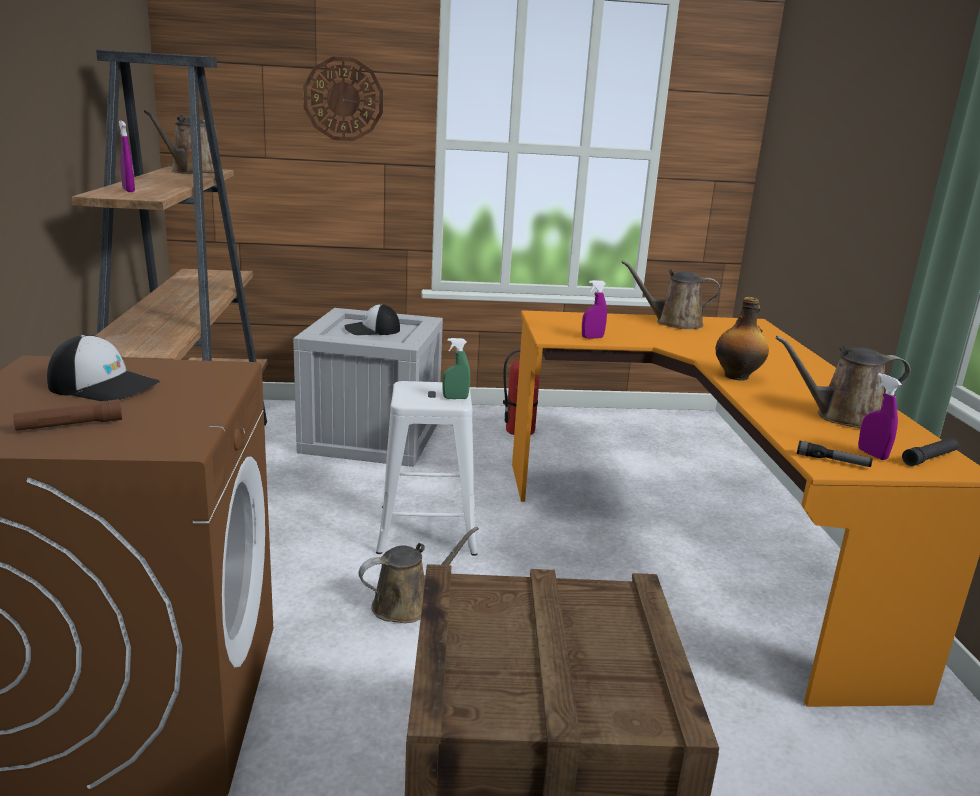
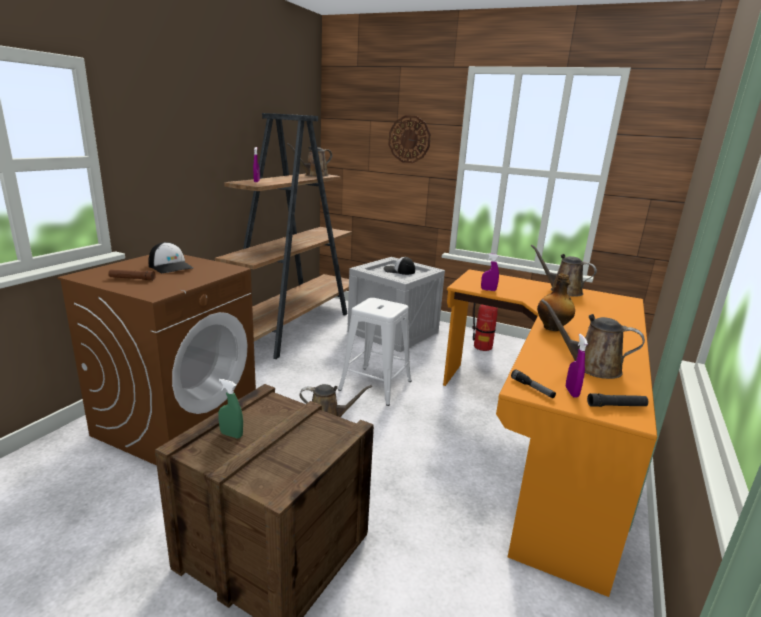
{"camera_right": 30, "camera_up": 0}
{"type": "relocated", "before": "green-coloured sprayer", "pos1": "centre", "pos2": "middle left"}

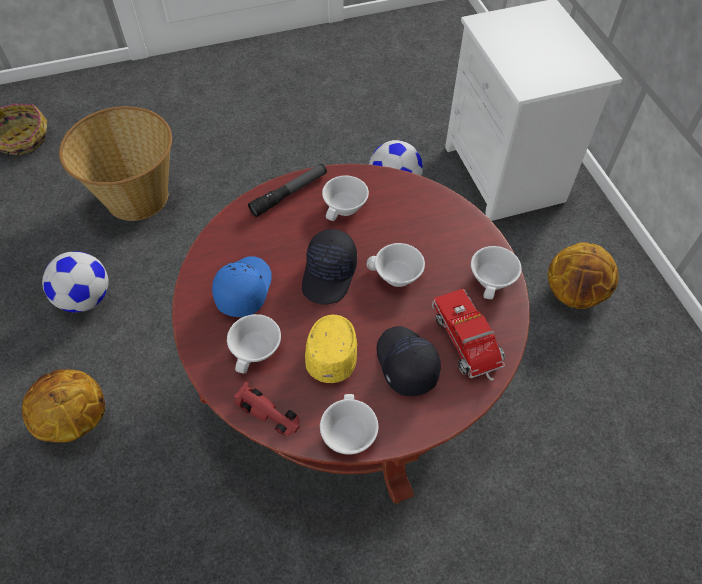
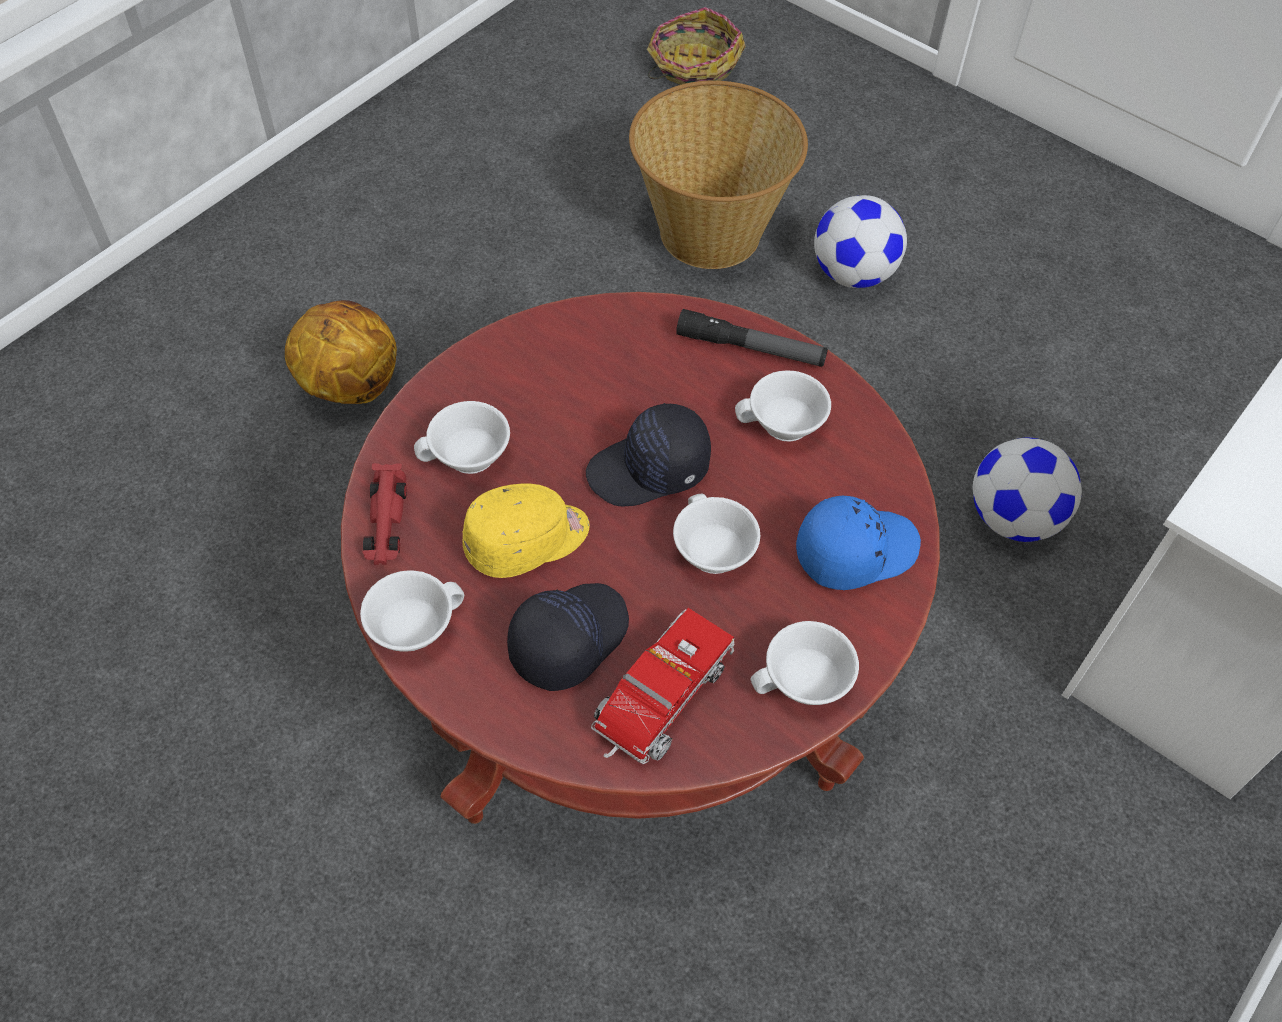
{"camera_right": 55, "camera_up": 0}
{"type": "relocated", "before": "football ball (no. 1 from left)", "pos1": "middle left", "pos2": "top right"}
{"type": "relocated", "before": "blue baseball cap", "pos1": "centre", "pos2": "middle right"}
{"type": "missing", "before": "basketball (no. 2 from left)", "pos1": "middle right"}

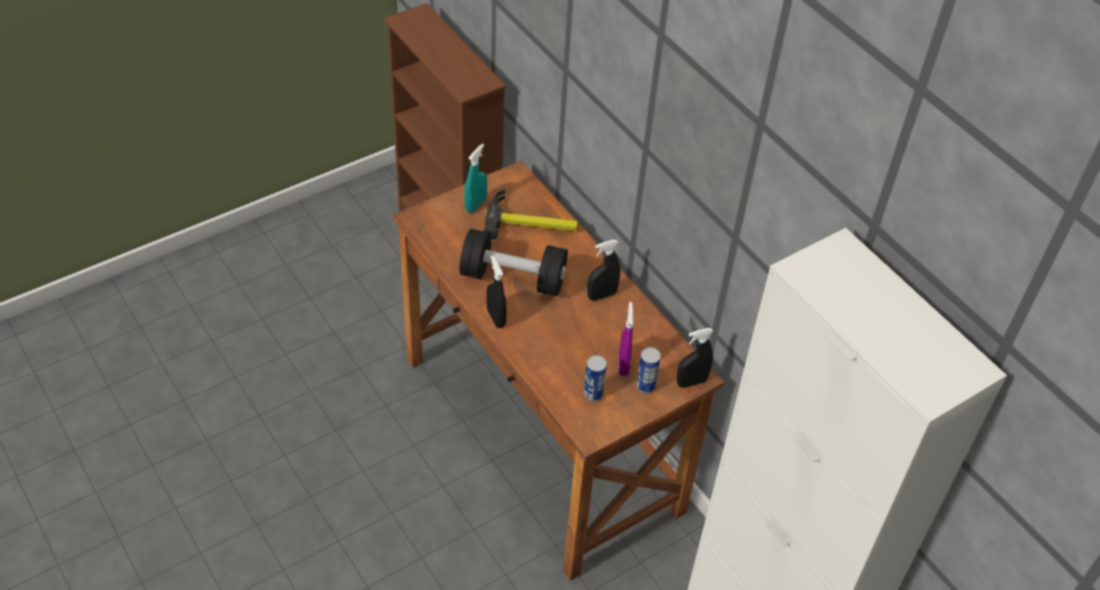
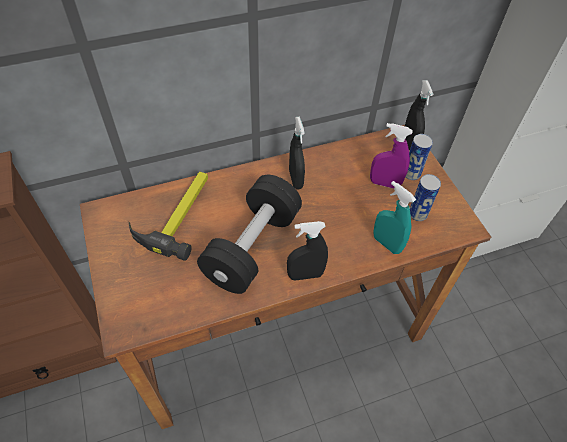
{"camera_right": -75, "camera_up": 5}
{"type": "relocated", "before": "turquoise sprayer", "pos1": "top centre", "pos2": "middle right"}

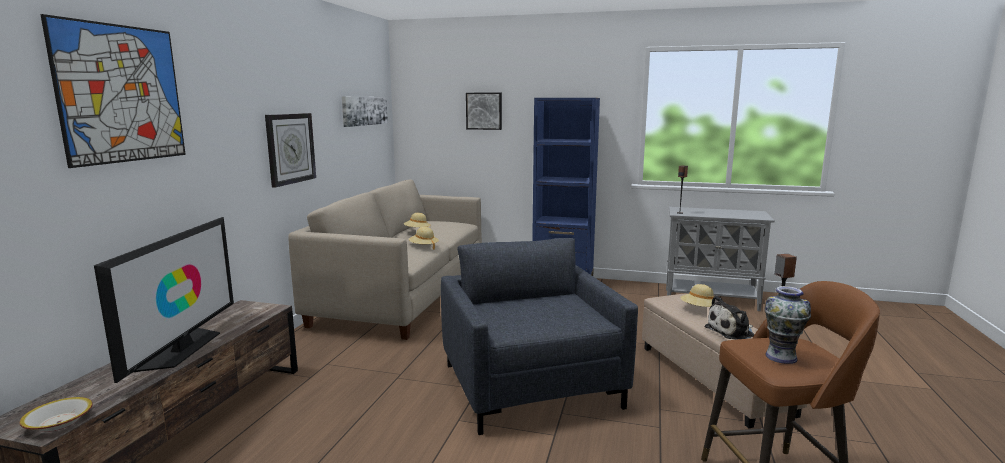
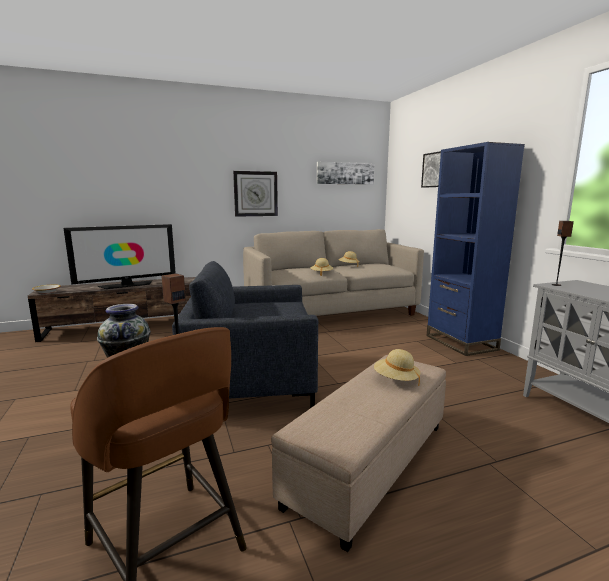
{"camera_right": 55, "camera_up": 0}
{"type": "missing", "before": "picture (no. 1 from left)", "pos1": "top left"}
{"type": "spun", "before": "gray easy chair", "pos1": "bottom centre", "pos2": "centre", "turn": -135}
{"type": "missing", "before": "soft toy", "pos1": "bottom right"}

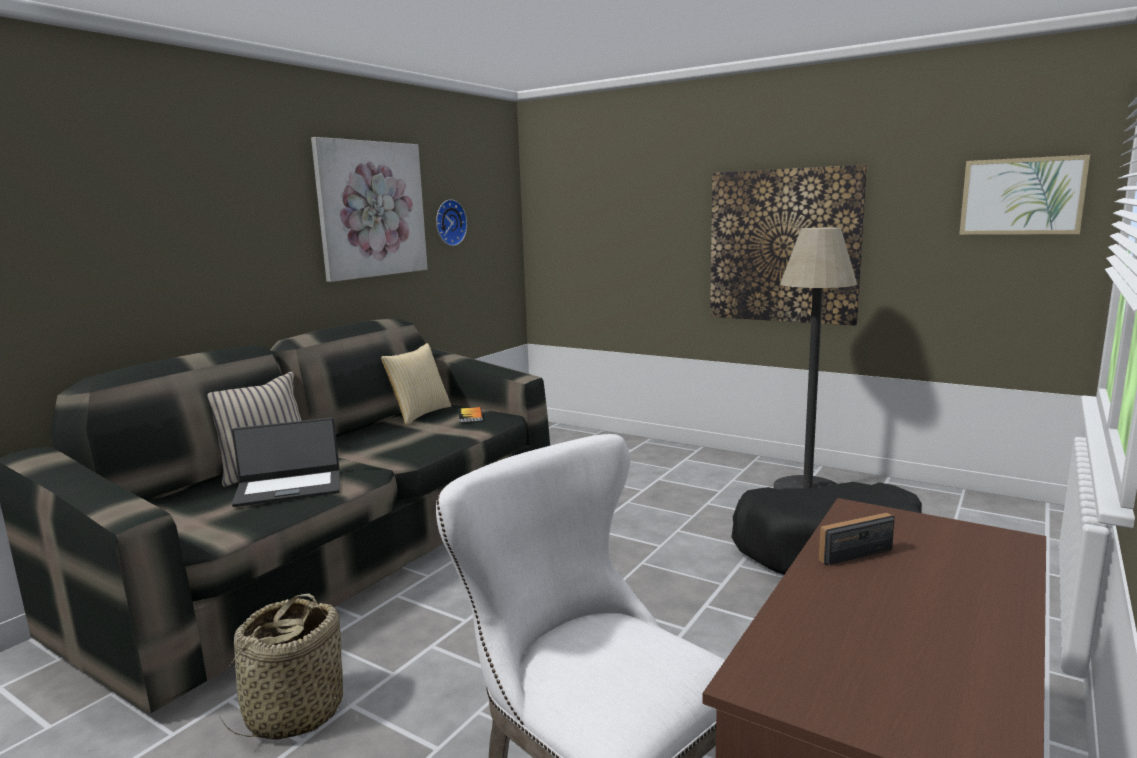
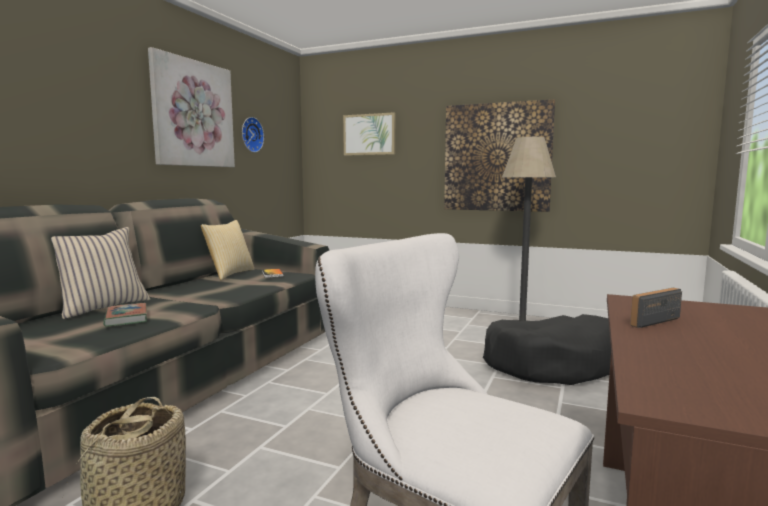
{"camera_right": -10, "camera_up": -5}
{"type": "exchanged", "before": "laptop", "after": "bound book (no. 1 from left)", "pos1": "middle left", "pos2": "middle left"}
{"type": "relocated", "before": "picture (no. 3 from left in the first image)", "after": "picture (no. 2 from left)", "pos1": "top right", "pos2": "top centre"}

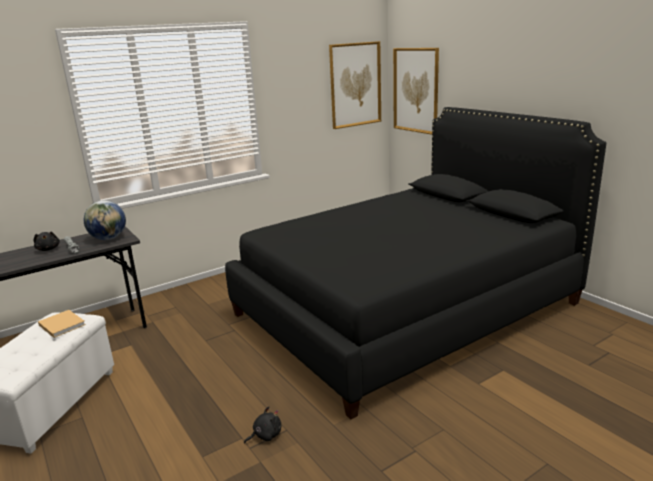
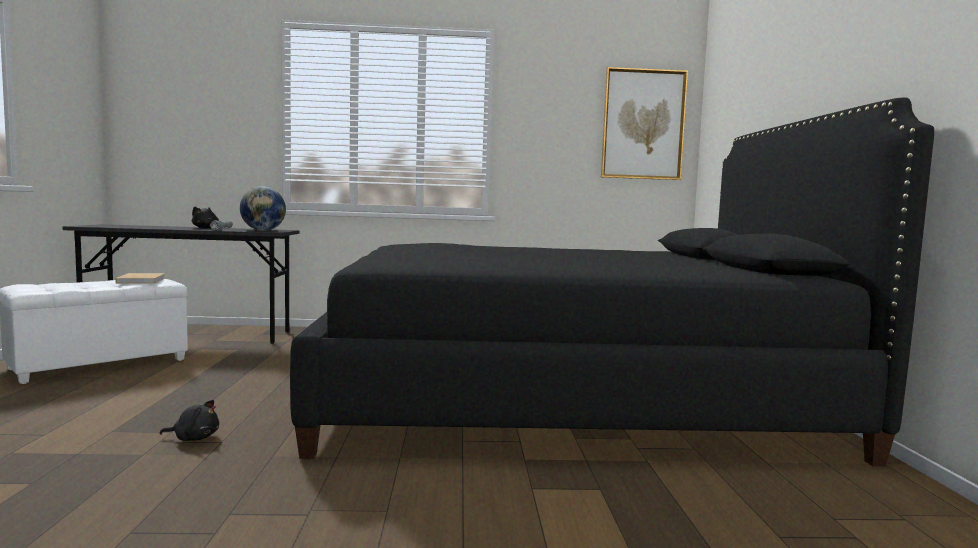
{"camera_right": 30, "camera_up": -15}
{"type": "missing", "before": "picture (no. 2 from left)", "pos1": "top centre"}

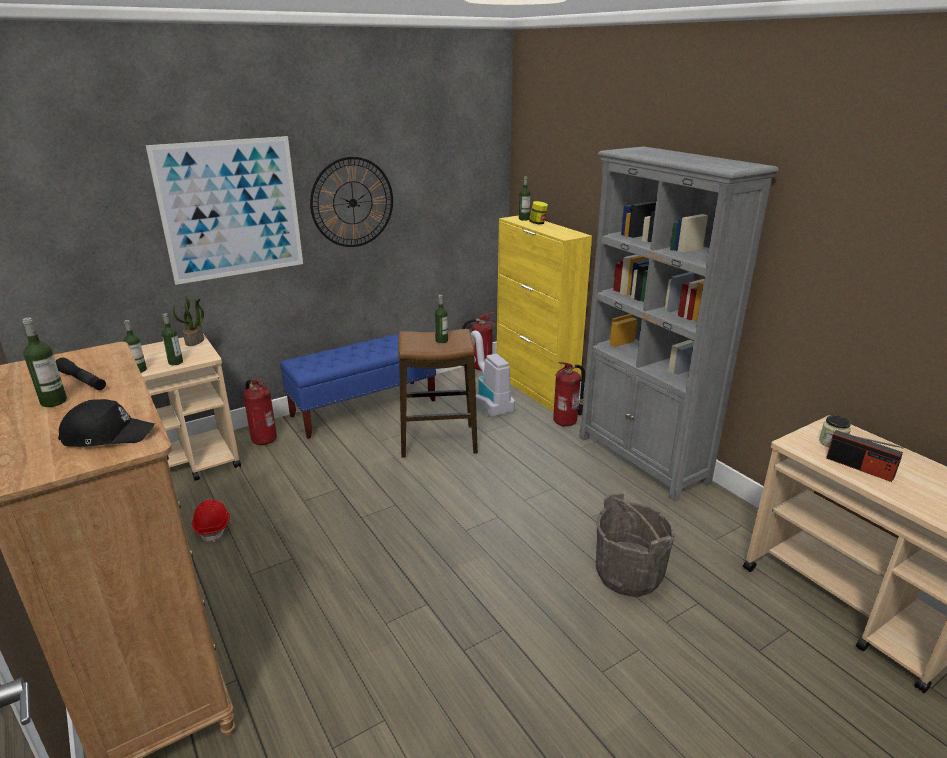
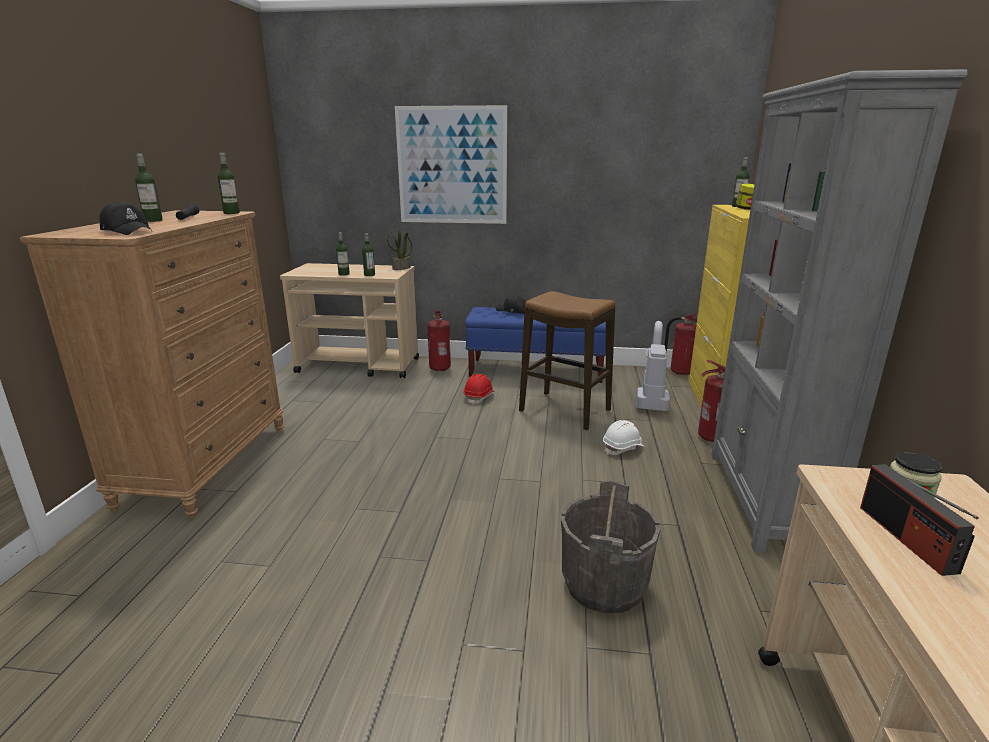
{"camera_right": 40, "camera_up": -5}
{"type": "relocated", "before": "red-coloured safety helmet", "pos1": "bottom left", "pos2": "centre"}
{"type": "missing", "before": "clock on the wall", "pos1": "top centre"}
{"type": "relocated", "before": "beverage bottle (no. 4 from left in the first image)", "after": "beverage bottle (no. 2 from left)", "pos1": "centre", "pos2": "top left"}
{"type": "appeared", "after": "black baseball cap (no. 2 from left)", "pos2": "centre"}
{"type": "appeared", "after": "whitish safety helmet", "pos2": "centre"}

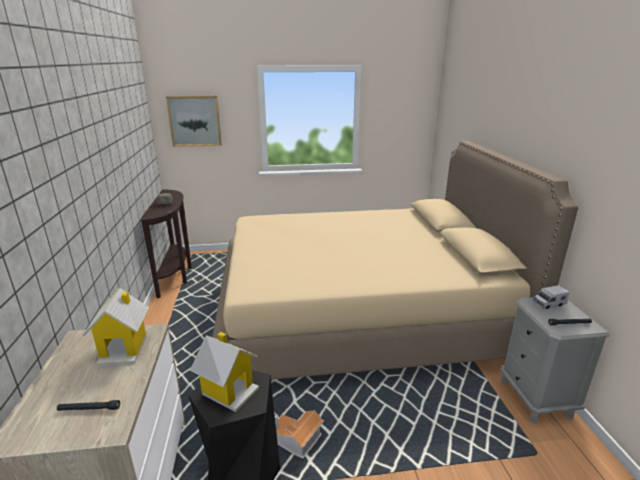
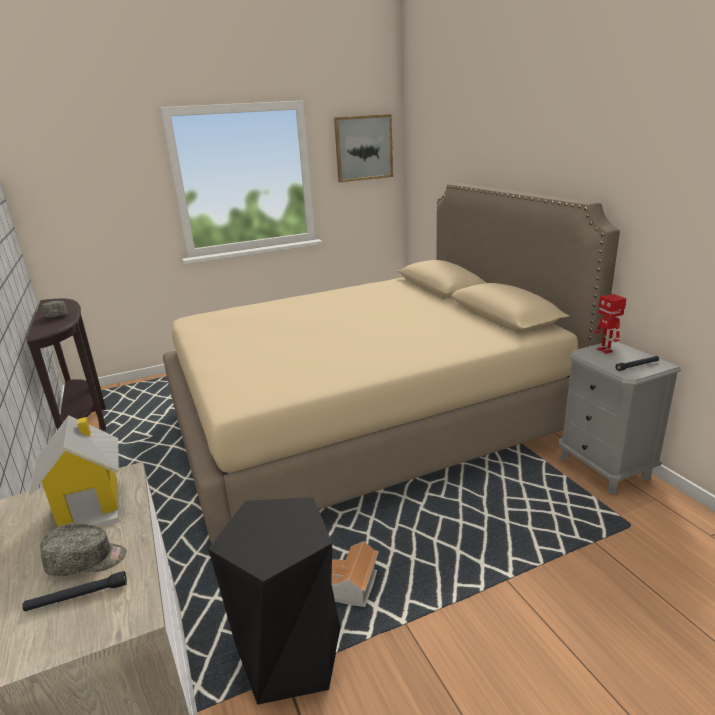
{"camera_right": -15, "camera_up": 0}
{"type": "relocated", "before": "picture", "pos1": "top left", "pos2": "top centre"}
{"type": "missing", "before": "model house (no. 2 from left)", "pos1": "bottom centre"}
{"type": "exchanged", "before": "toy truck", "after": "toy robot", "pos1": "middle right", "pos2": "middle right"}
{"type": "appeared", "after": "gray baseball cap (no. 2 from left)", "pos2": "bottom left"}

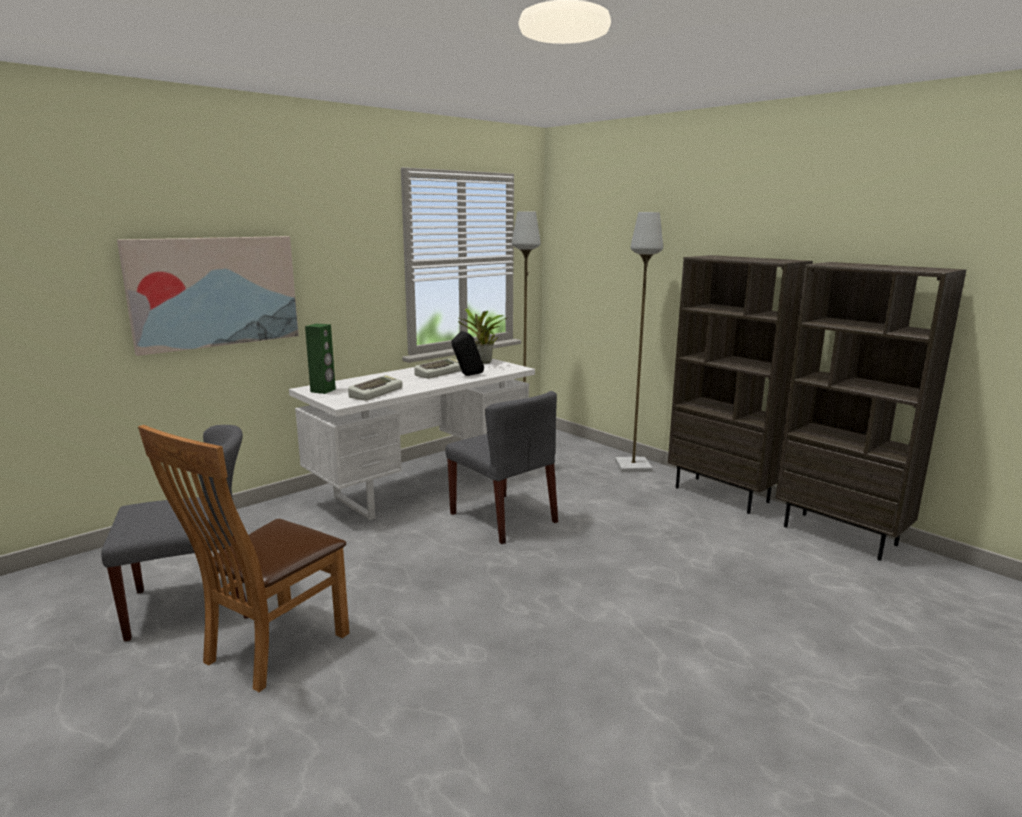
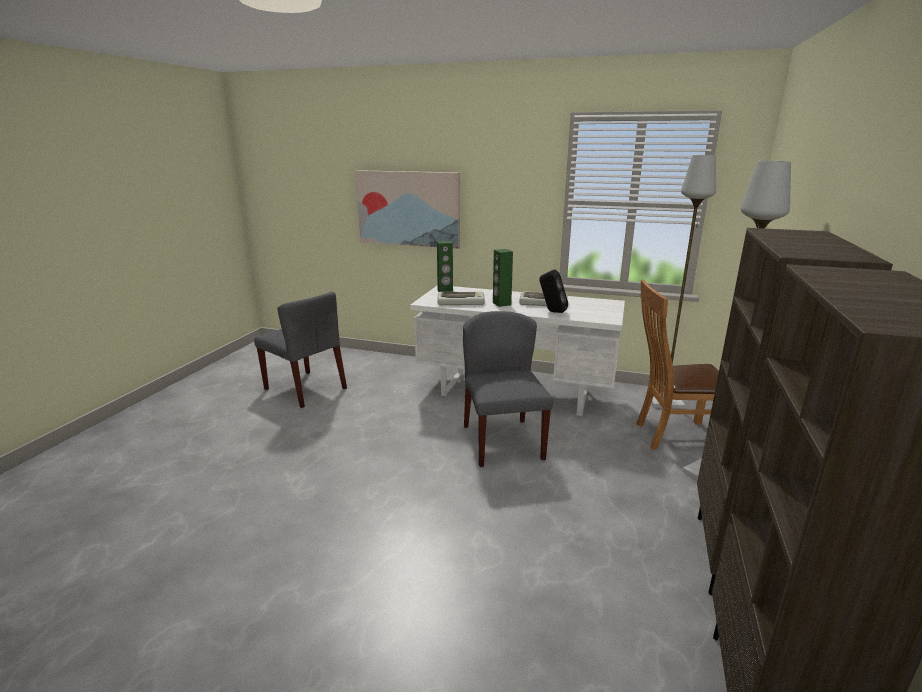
{"camera_right": 60, "camera_up": 5}
{"type": "relocated", "before": "brown plain chair", "pos1": "bottom left", "pos2": "middle right"}
{"type": "spun", "before": "gray plain chair (no. 2 from left)", "pos1": "centre", "pos2": "centre", "turn": 150}
{"type": "missing", "before": "houseplant", "pos1": "centre"}
{"type": "appeared", "after": "green-coloured audio speaker (no. 2 from left)", "pos2": "centre"}

